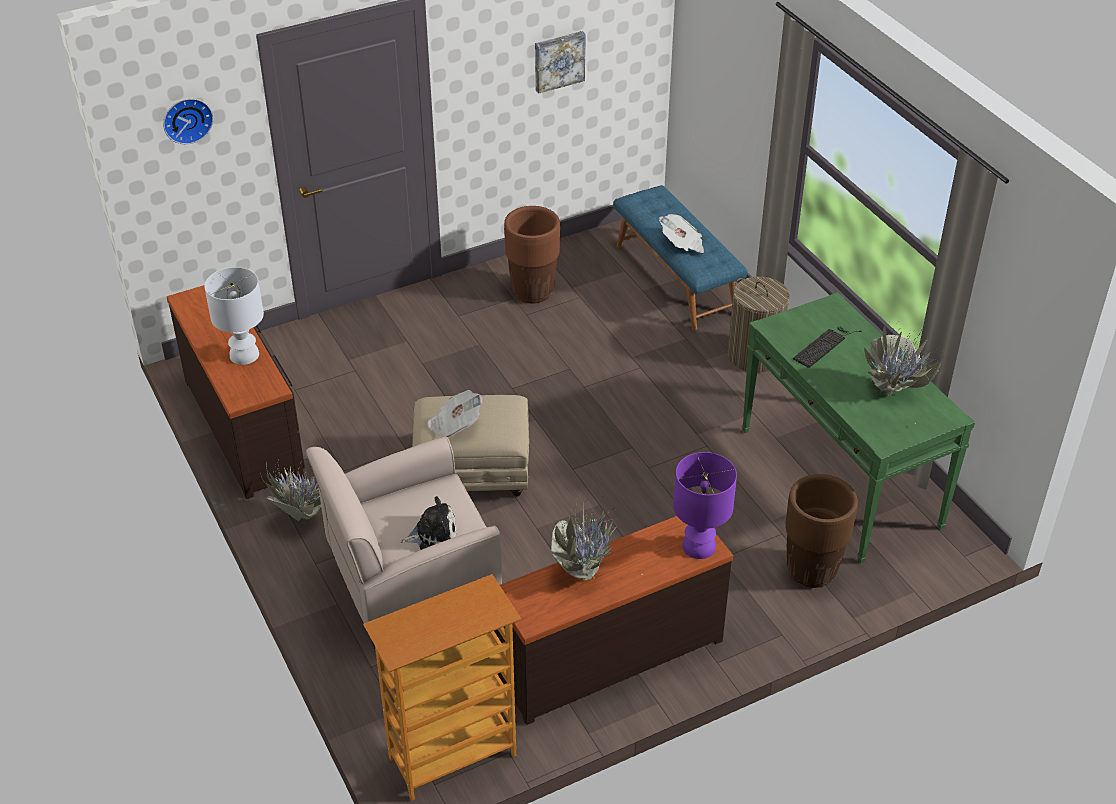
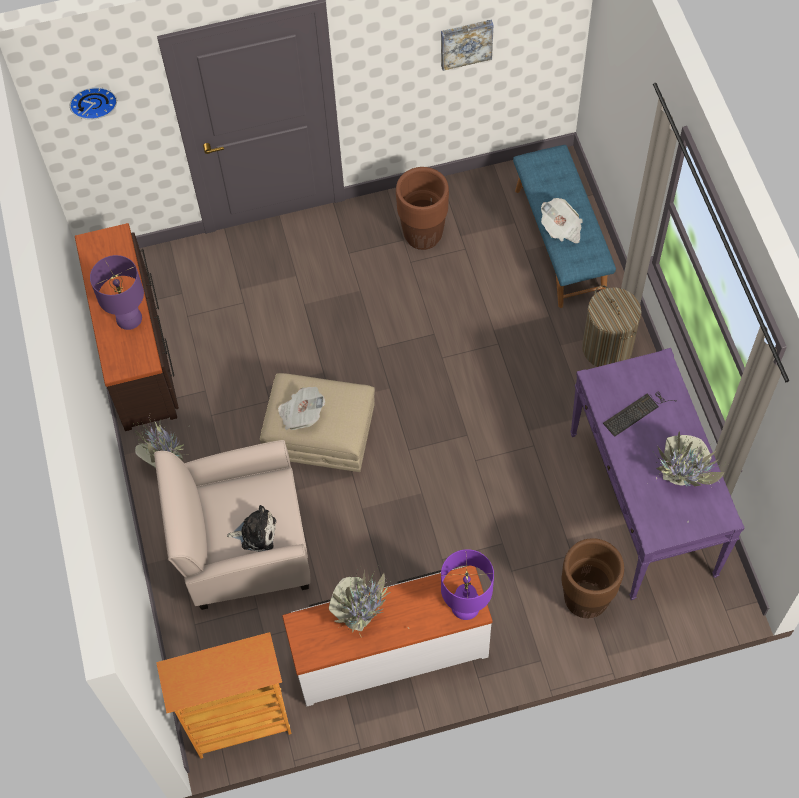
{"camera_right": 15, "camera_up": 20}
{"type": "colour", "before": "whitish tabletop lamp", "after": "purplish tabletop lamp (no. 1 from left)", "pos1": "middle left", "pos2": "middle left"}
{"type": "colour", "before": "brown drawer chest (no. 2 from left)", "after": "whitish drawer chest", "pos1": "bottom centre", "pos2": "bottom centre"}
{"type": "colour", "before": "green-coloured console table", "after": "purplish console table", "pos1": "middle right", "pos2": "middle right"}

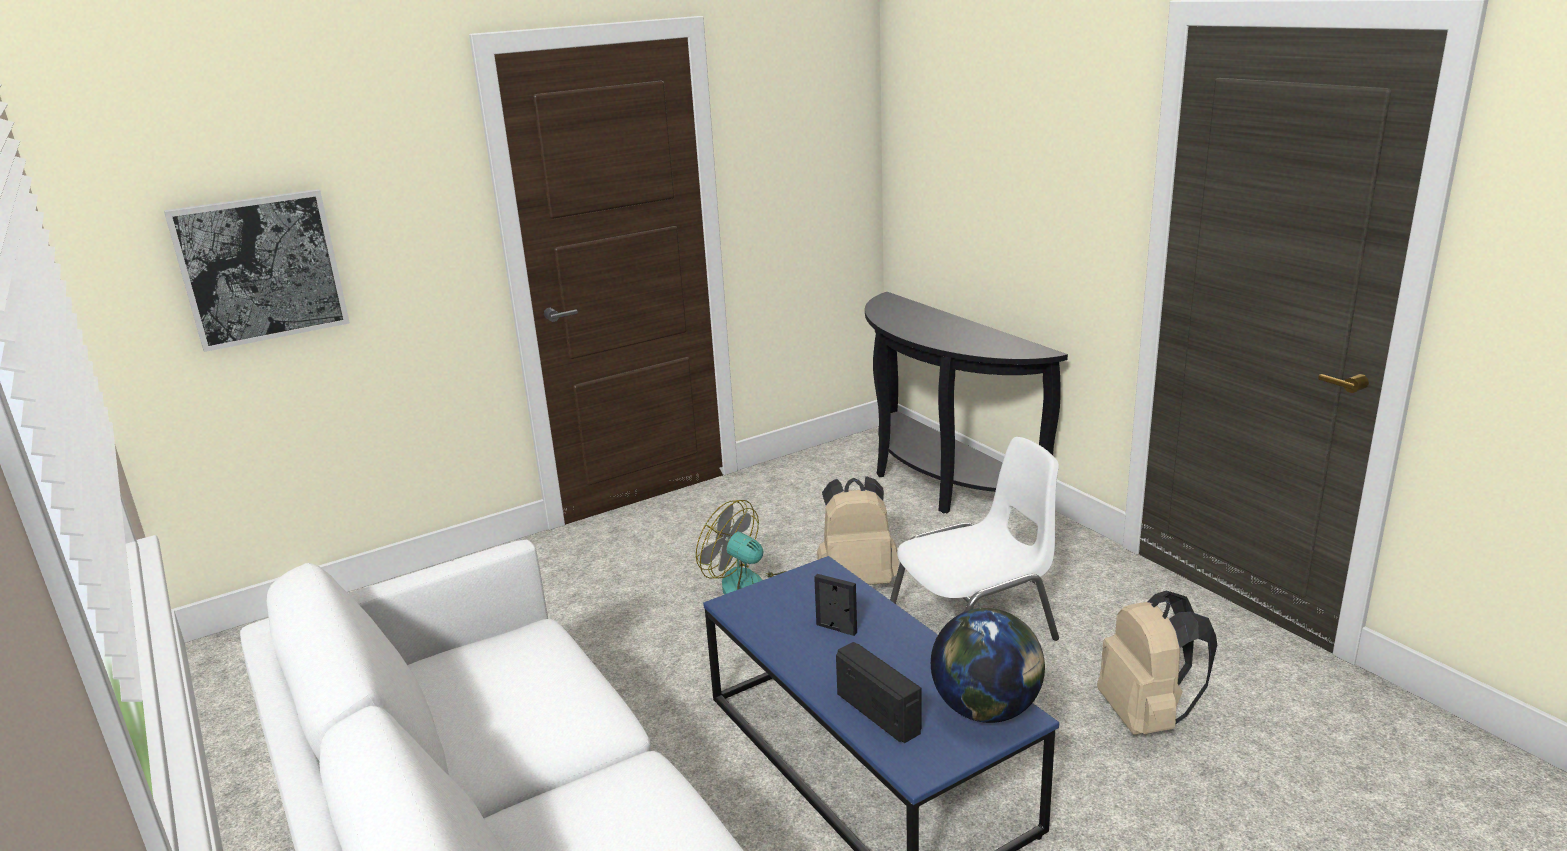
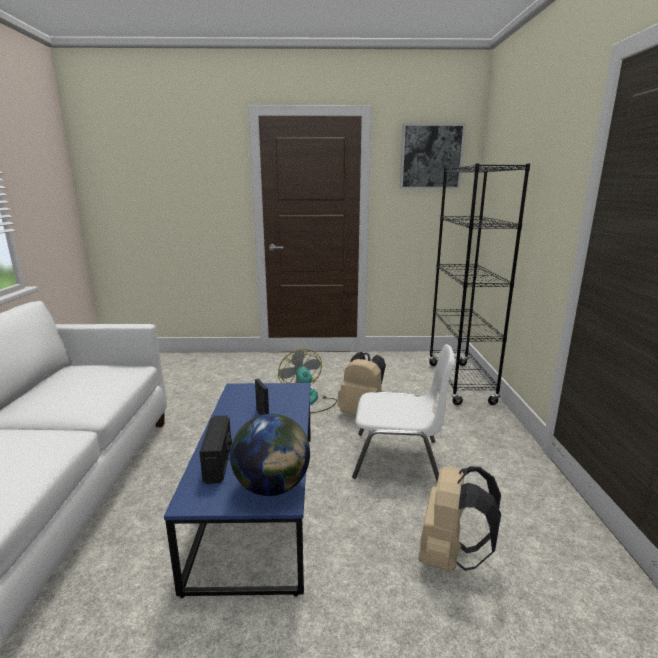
{"camera_right": 30, "camera_up": -5}
{"type": "relocated", "before": "picture", "pos1": "top left", "pos2": "top centre"}
{"type": "exchanged", "before": "black console table", "after": "black shelving unit", "pos1": "centre", "pos2": "middle right"}

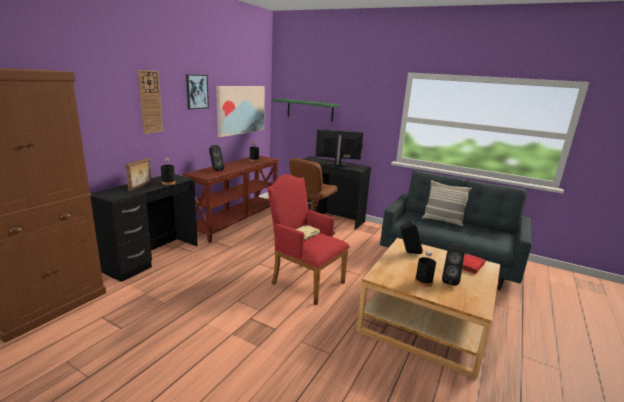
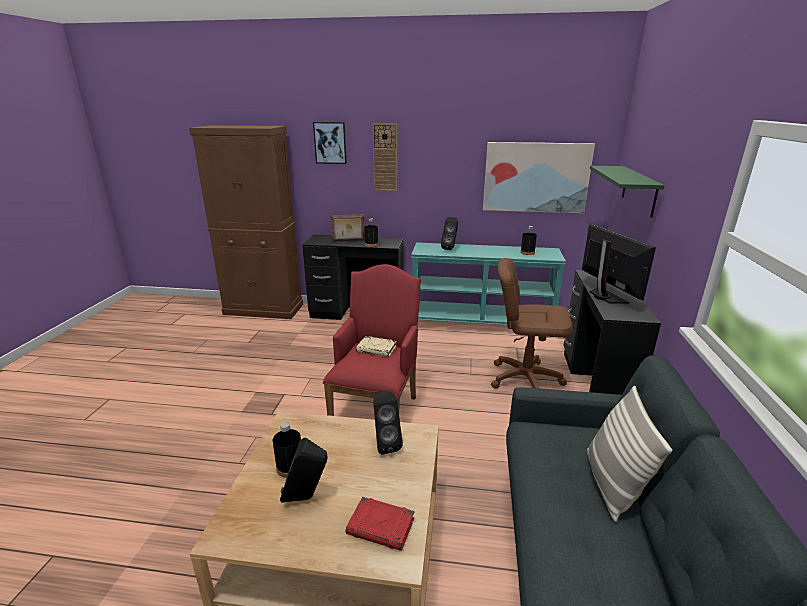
{"camera_right": 70, "camera_up": 5}
{"type": "colour", "before": "brown console table", "after": "turquoise console table", "pos1": "centre", "pos2": "centre"}
{"type": "relocated", "before": "picture (no. 1 from left)", "pos1": "top left", "pos2": "top centre"}

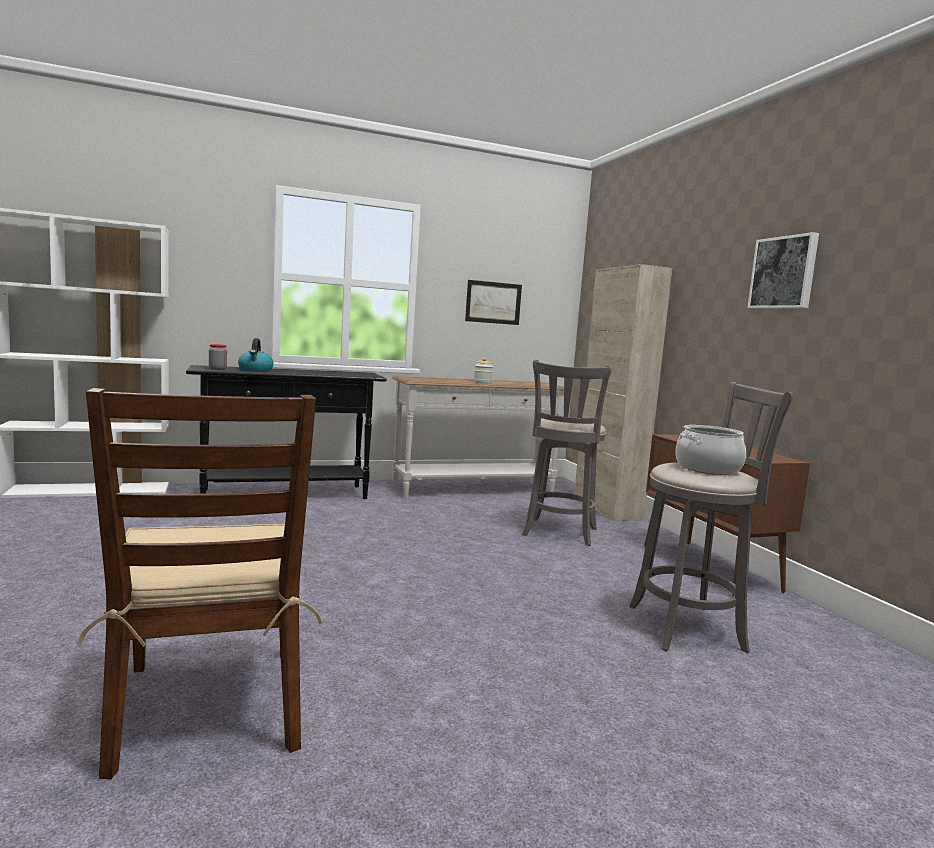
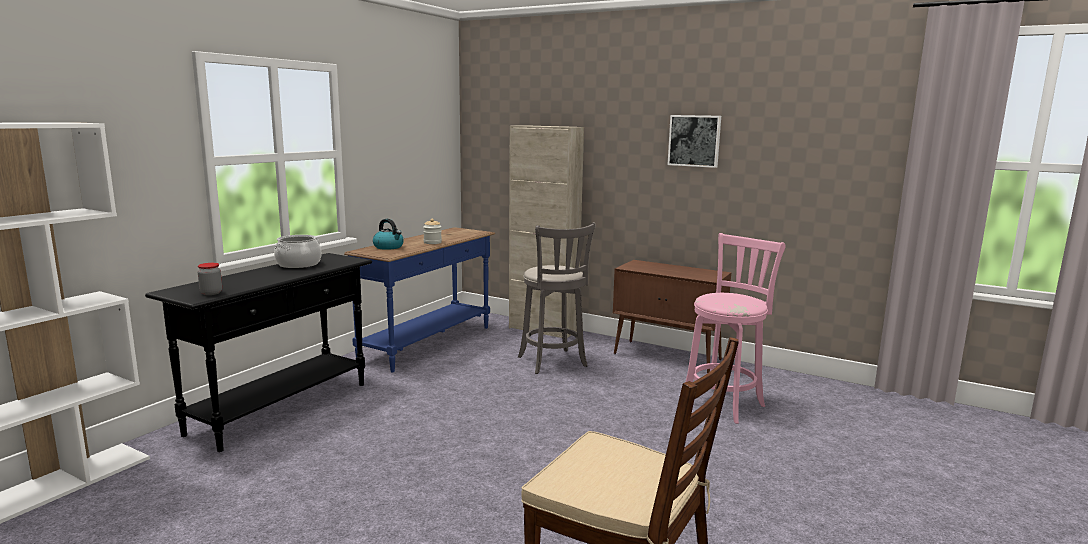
{"camera_right": -40, "camera_up": 5}
{"type": "relocated", "before": "water kettle", "pos1": "middle left", "pos2": "centre"}
{"type": "colour", "before": "whitish console table", "after": "blue console table", "pos1": "centre", "pos2": "centre"}
{"type": "missing", "before": "picture (no. 1 from left)", "pos1": "centre"}
{"type": "colour", "before": "gray stool (no. 2 from left)", "after": "pink stool", "pos1": "middle right", "pos2": "middle right"}
{"type": "relocated", "before": "saucepot", "pos1": "middle right", "pos2": "middle left"}

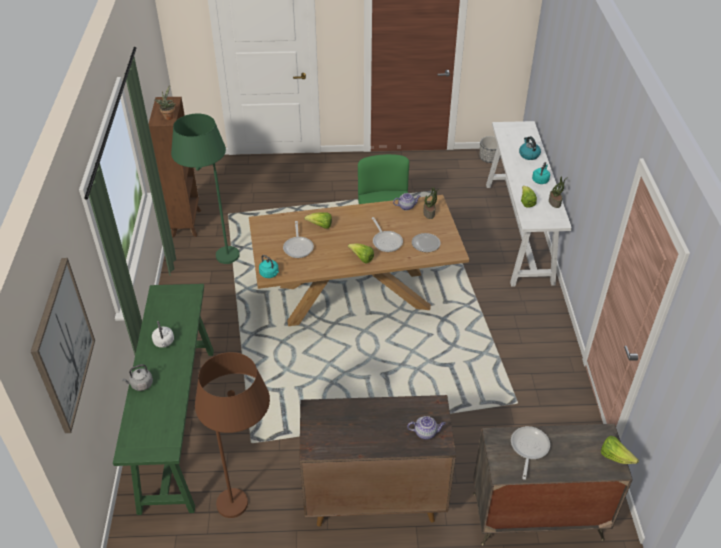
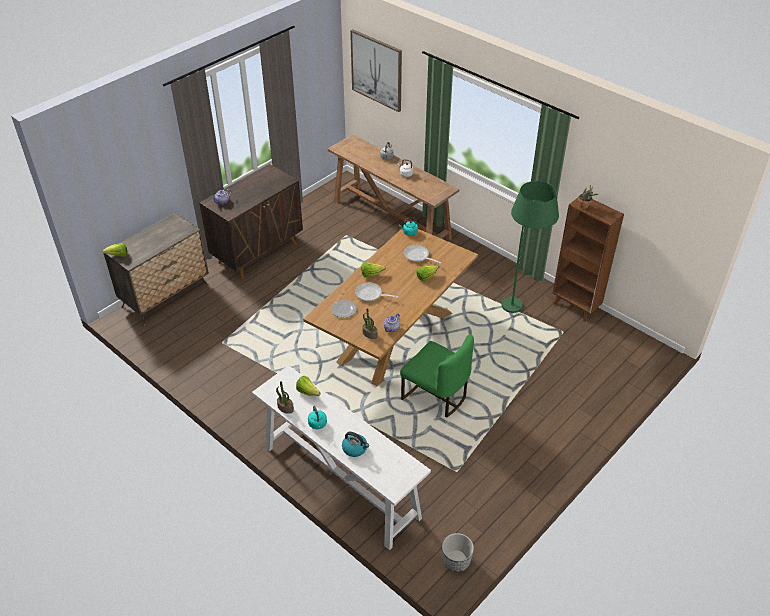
{"camera_right": 135, "camera_up": 0}
{"type": "colour", "before": "green-coloured console table", "after": "brown console table", "pos1": "bottom left", "pos2": "top centre"}
{"type": "missing", "before": "brown standing lamp", "pos1": "bottom left"}
{"type": "missing", "before": "skillet (no. 3 from left)", "pos1": "bottom right"}

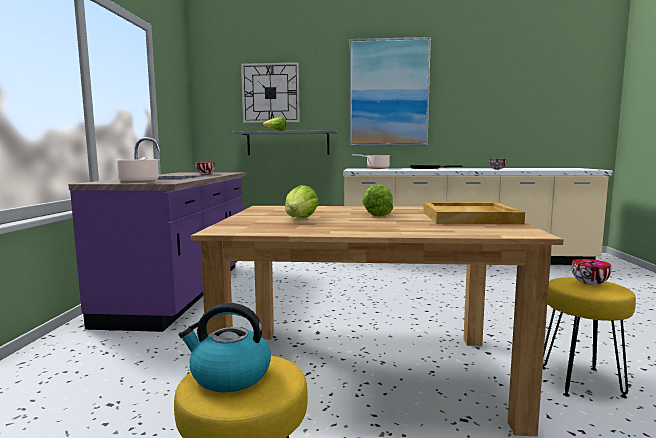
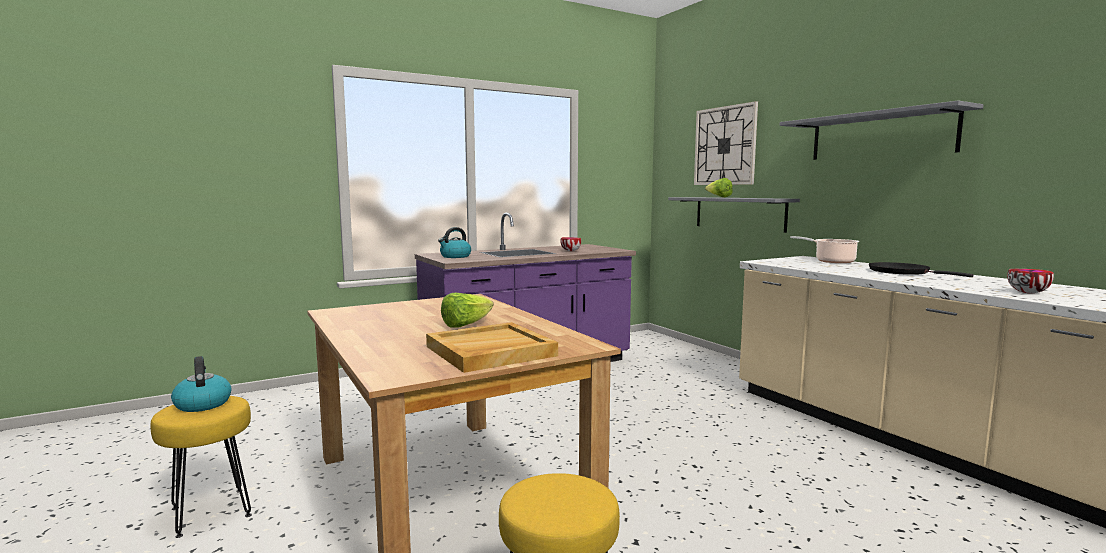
{"camera_right": 55, "camera_up": 0}
{"type": "exchanged", "before": "saucepot (no. 1 from left)", "after": "water kettle (no. 2 from left)", "pos1": "middle left", "pos2": "centre"}
{"type": "missing", "before": "lettuce head (no. 2 from left)", "pos1": "centre"}
{"type": "exchanged", "before": "picture", "after": "gray wall shelf (no. 2 from left)", "pos1": "top centre", "pos2": "top right"}
{"type": "missing", "before": "deep dish (no. 3 from left)", "pos1": "middle right"}

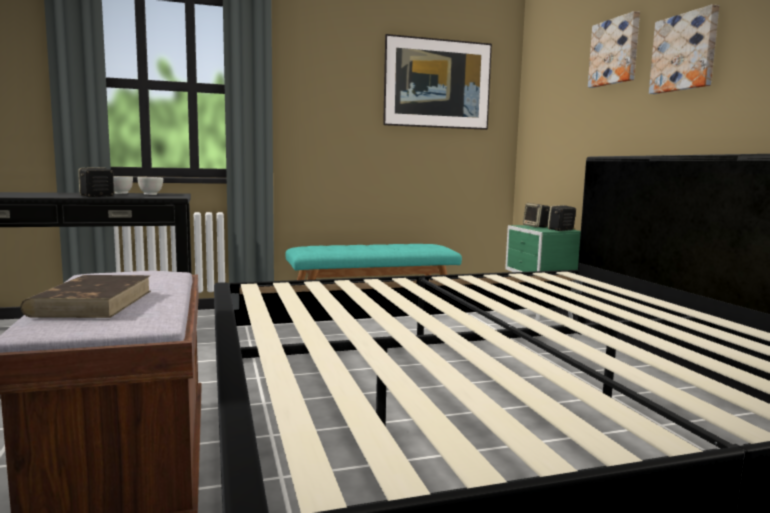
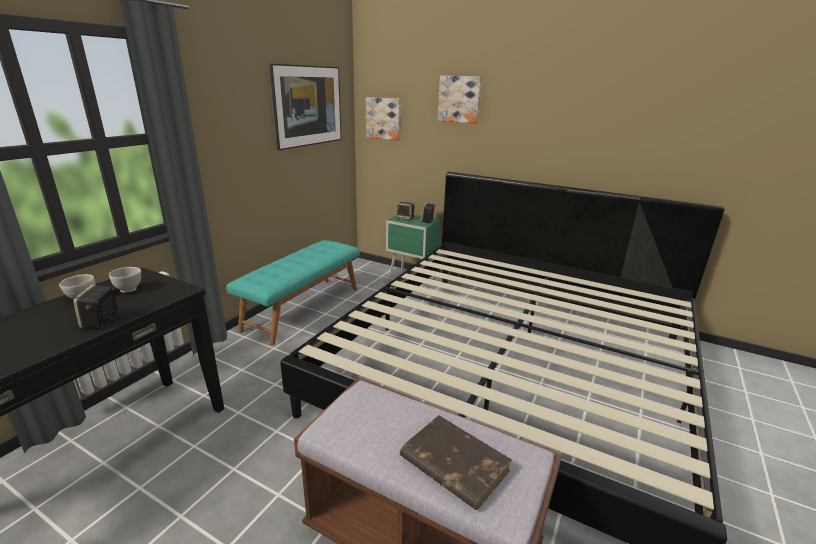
{"camera_right": -45, "camera_up": 15}
{"type": "relocated", "before": "picture (no. 3 from left in the first image)", "after": "picture (no. 2 from left)", "pos1": "top right", "pos2": "top centre"}

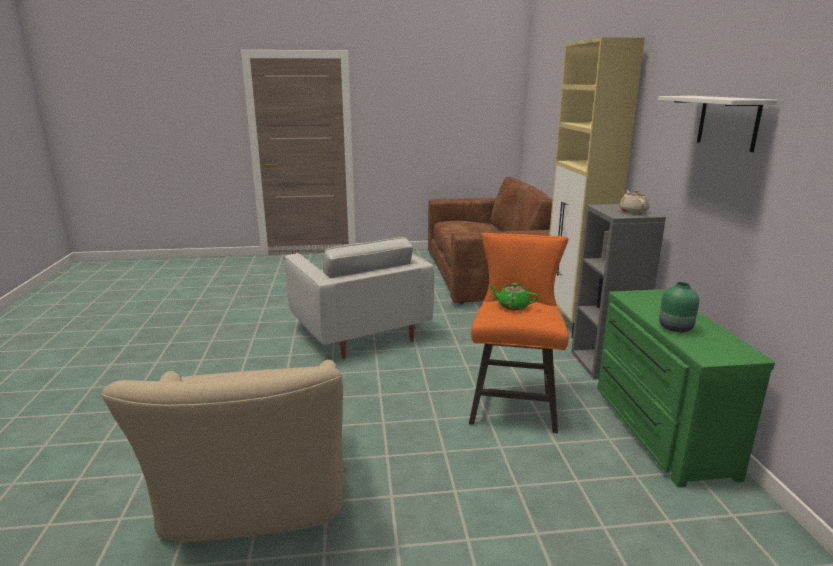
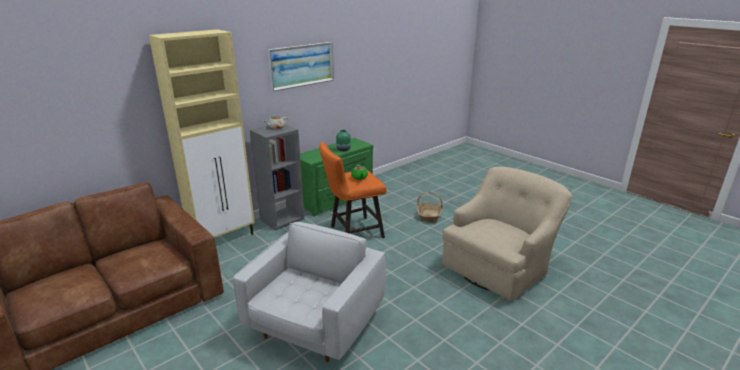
{"camera_right": -125, "camera_up": 5}
{"type": "exchanged", "before": "whitish wall shelf", "after": "picture", "pos1": "top right", "pos2": "top centre"}
{"type": "appeared", "after": "storage basket", "pos2": "centre"}

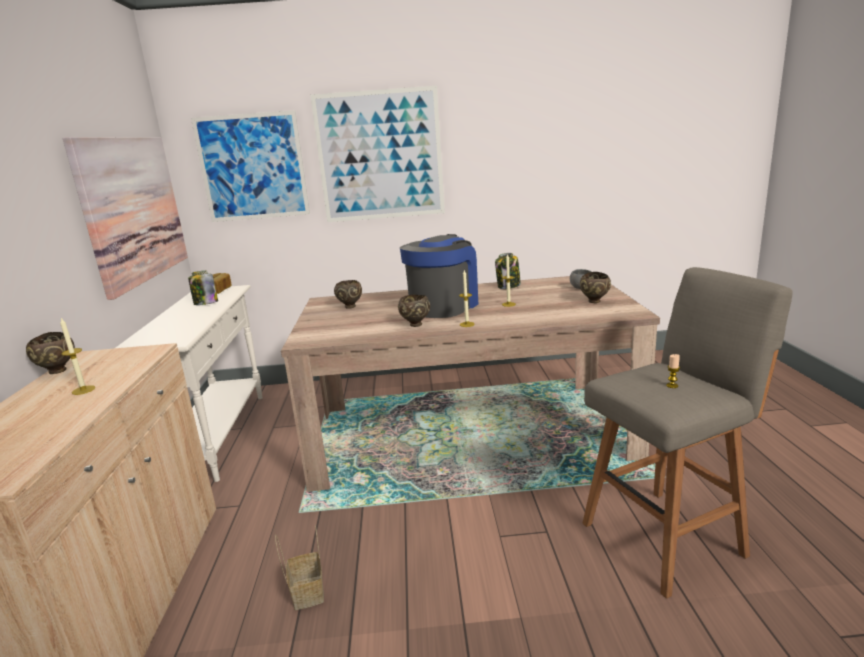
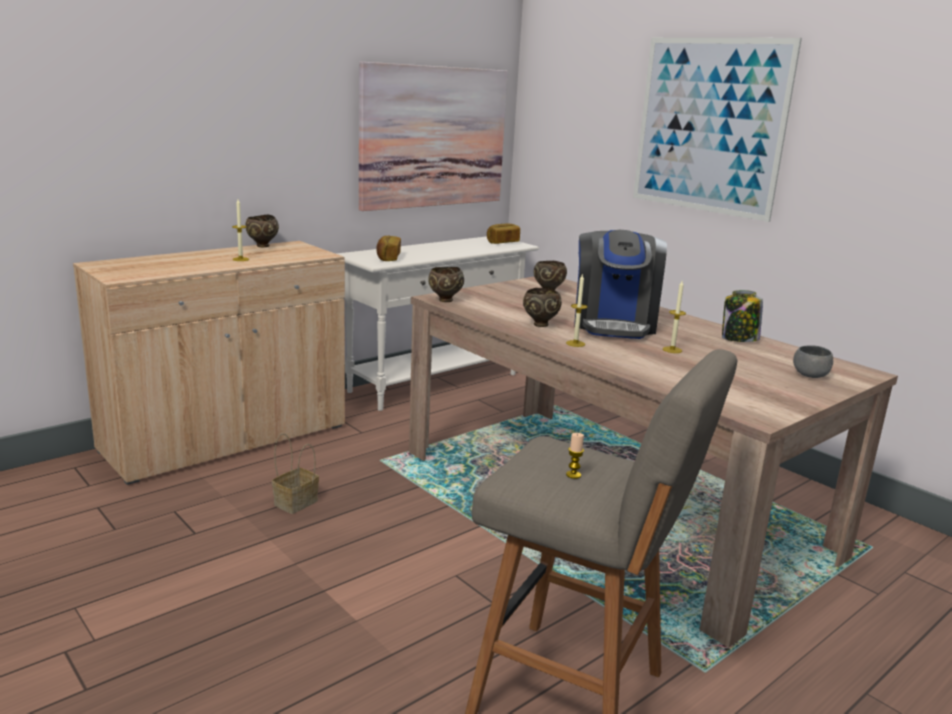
{"camera_right": 50, "camera_up": 0}
{"type": "missing", "before": "preserve jar (no. 1 from left)", "pos1": "middle left"}
{"type": "missing", "before": "picture (no. 2 from left)", "pos1": "top left"}
{"type": "spun", "before": "coffee machine", "pos1": "centre", "pos2": "centre", "turn": 105}
{"type": "relocated", "before": "brown deep dish (no. 4 from left in the first image)", "after": "brown deep dish (no. 2 from left)", "pos1": "middle right", "pos2": "centre"}
{"type": "appeared", "after": "baked bread (no. 1 from left)", "pos2": "centre"}

